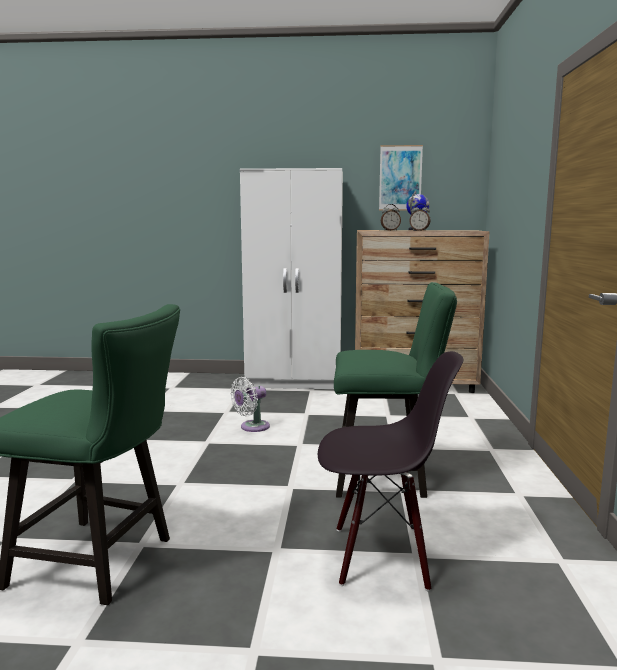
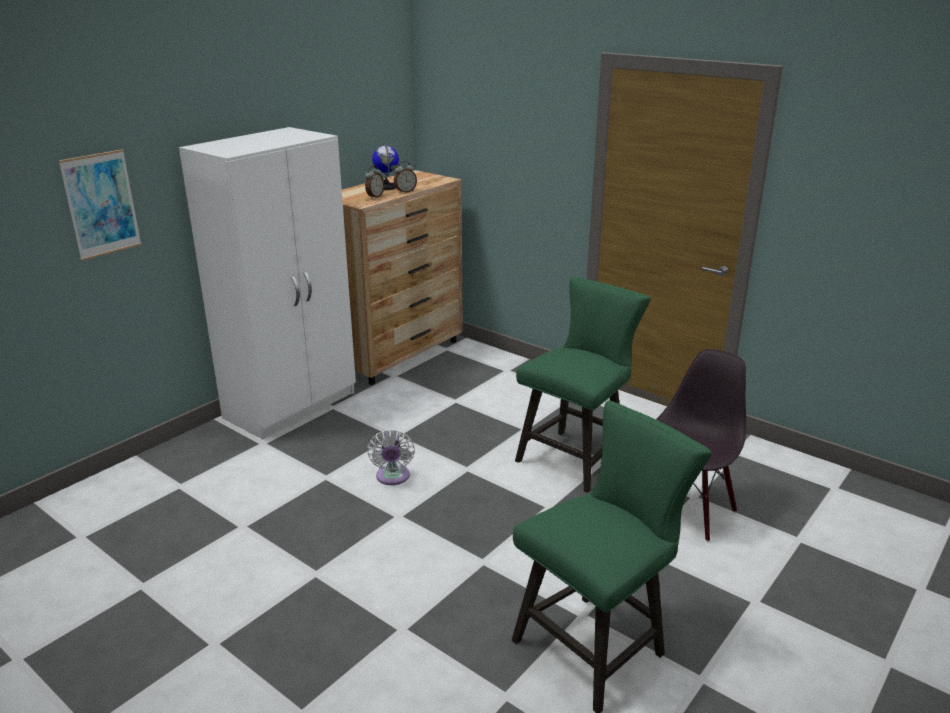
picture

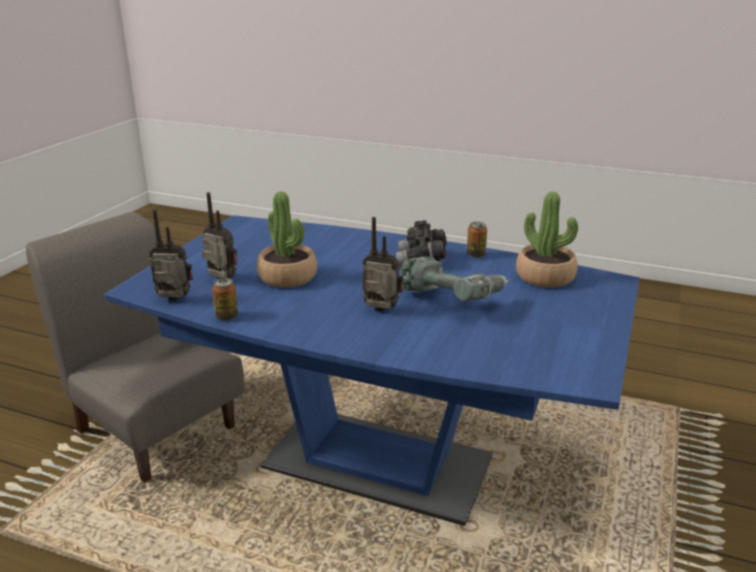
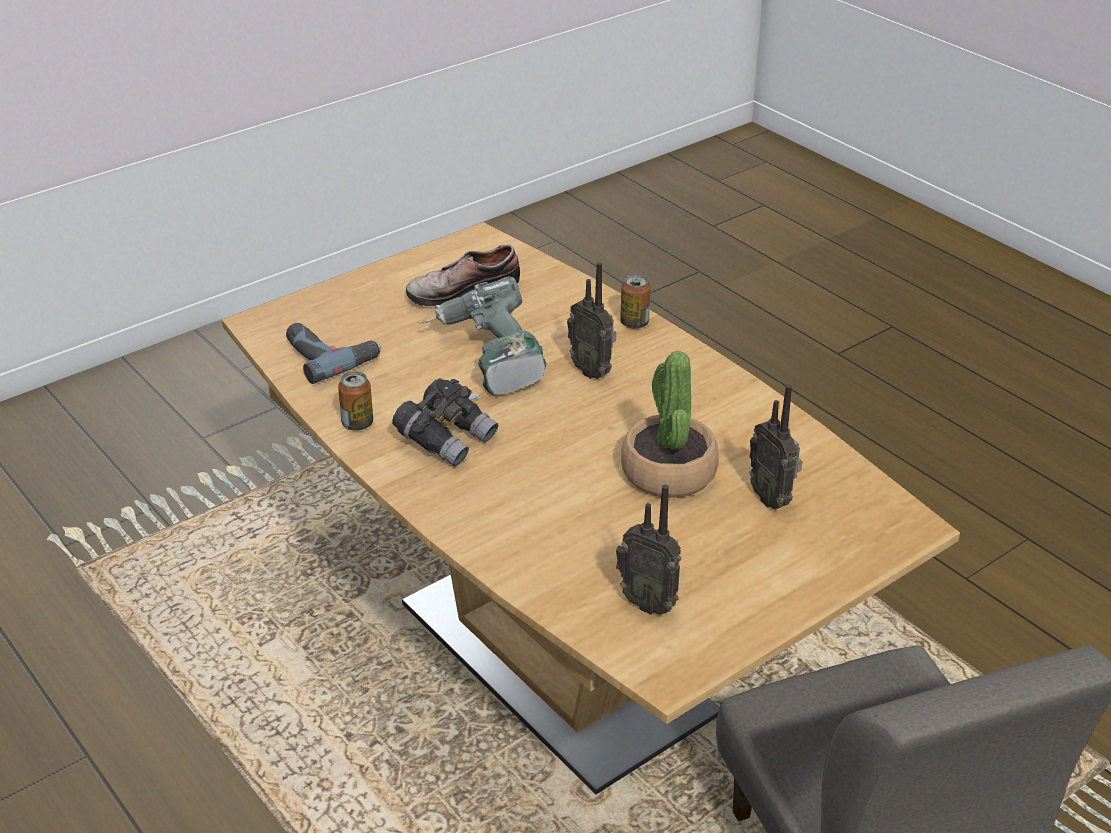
dining table/brown
power drill (1st from left)
shoe
radio (2nd from left)
can (2nd from left)

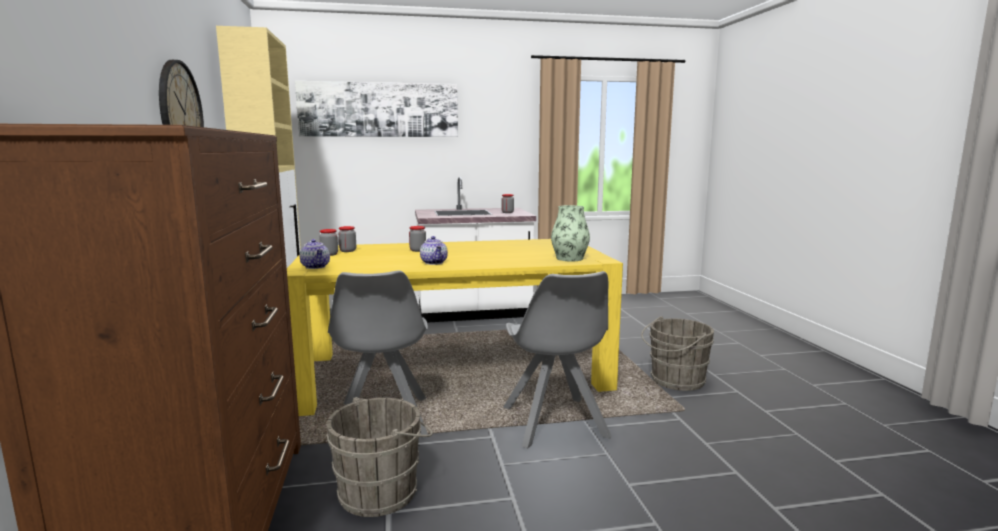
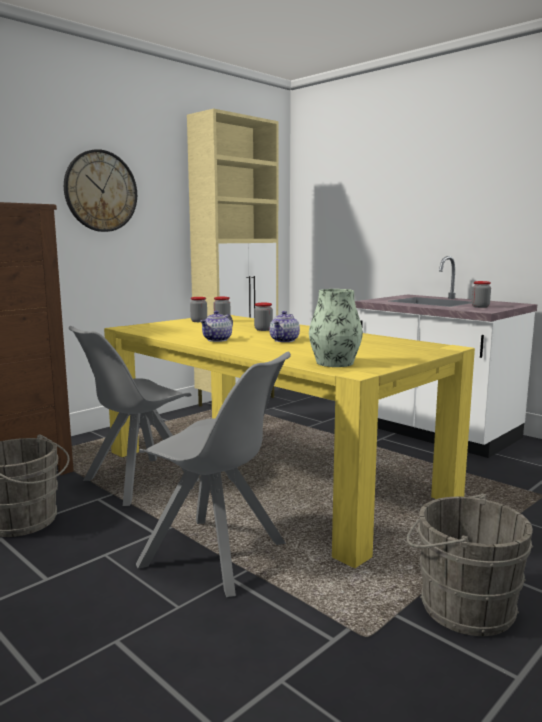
chair/grey (2nd from left)
teapot (2nd from left)
picture

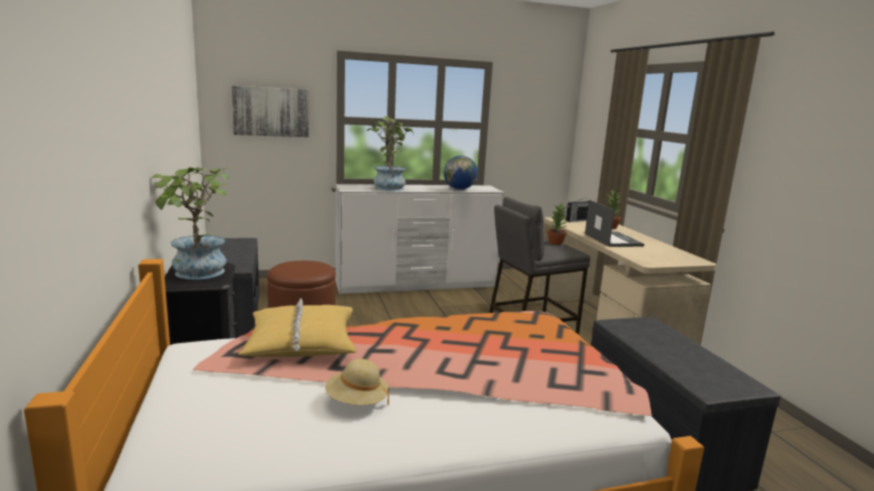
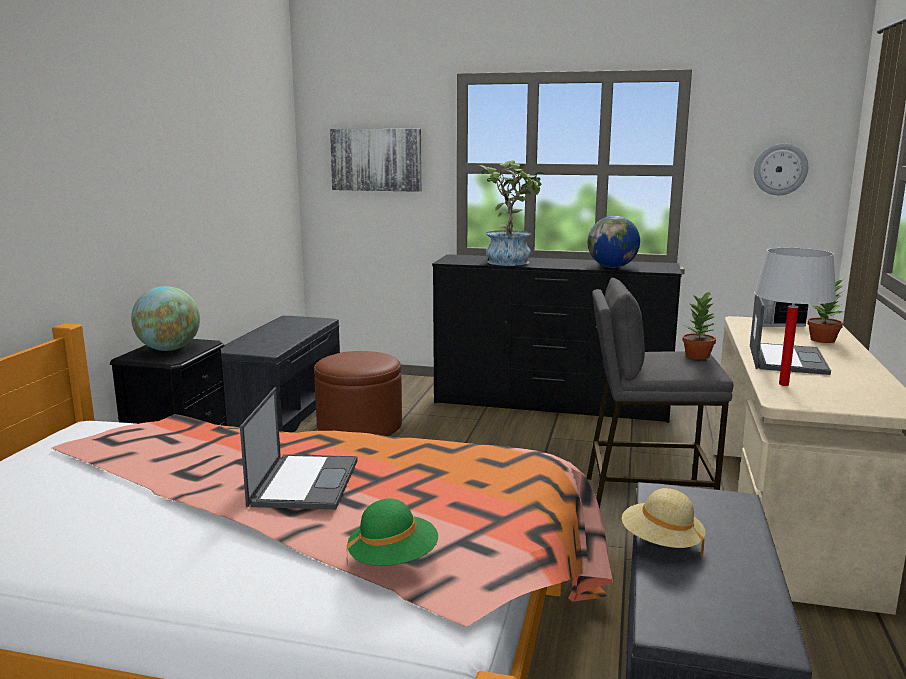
globe (1st from left)
laptop (1st from left)
hat/green
dresser/black
hat/beige
wall clock
table lamp/white
pillow/yellow

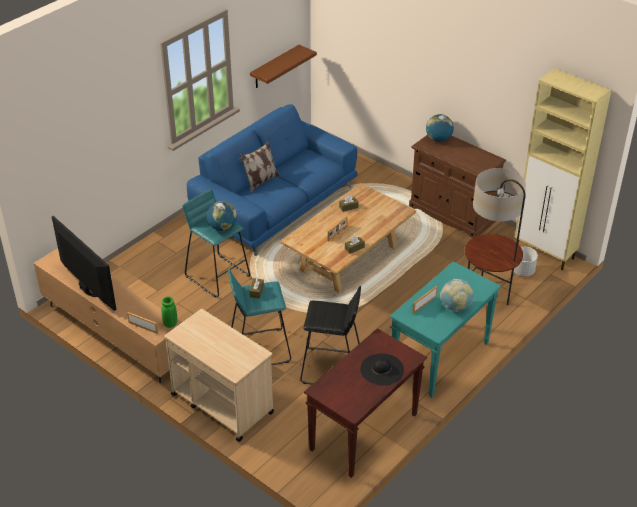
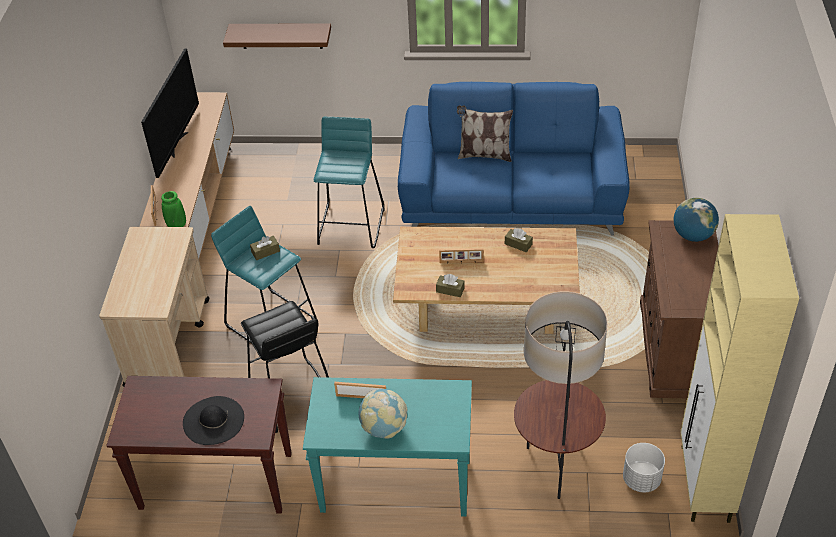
shelf/brown
globe (1st from left in the first image)

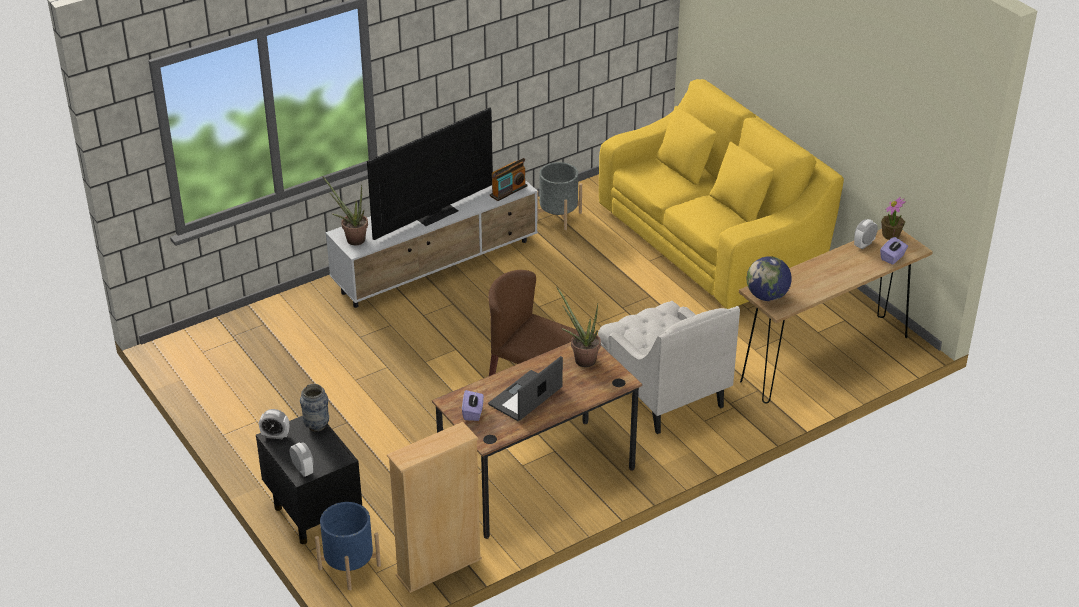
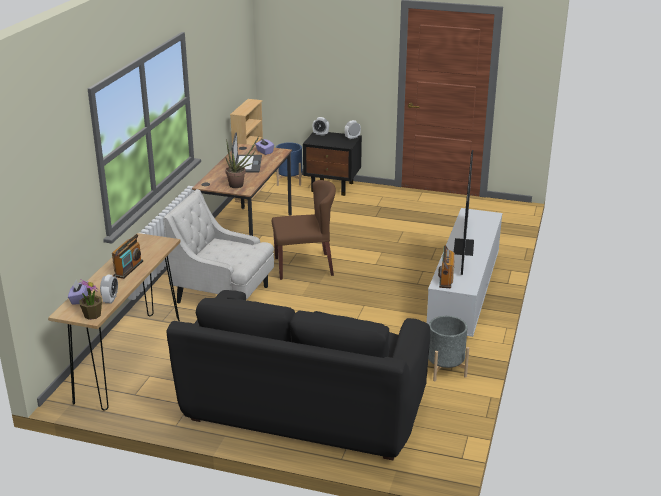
radio (1st from left)
sofa/black
vase
potted plant (1st from left in the first image)
globe

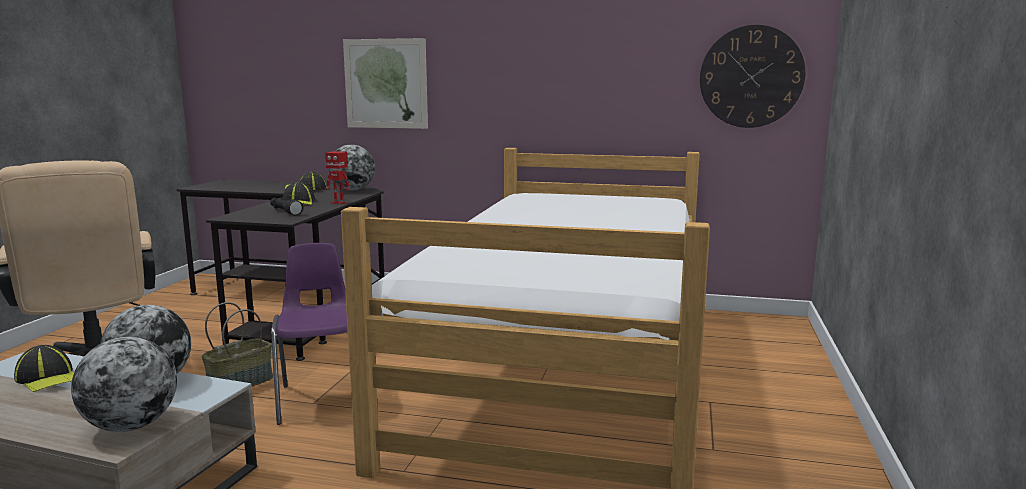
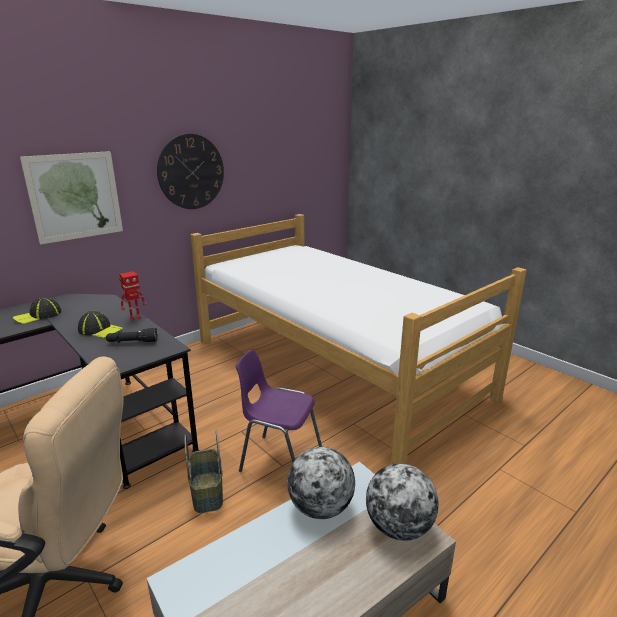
wall clock
cap (1st from left in the first image)
globe (3rd from left in the first image)

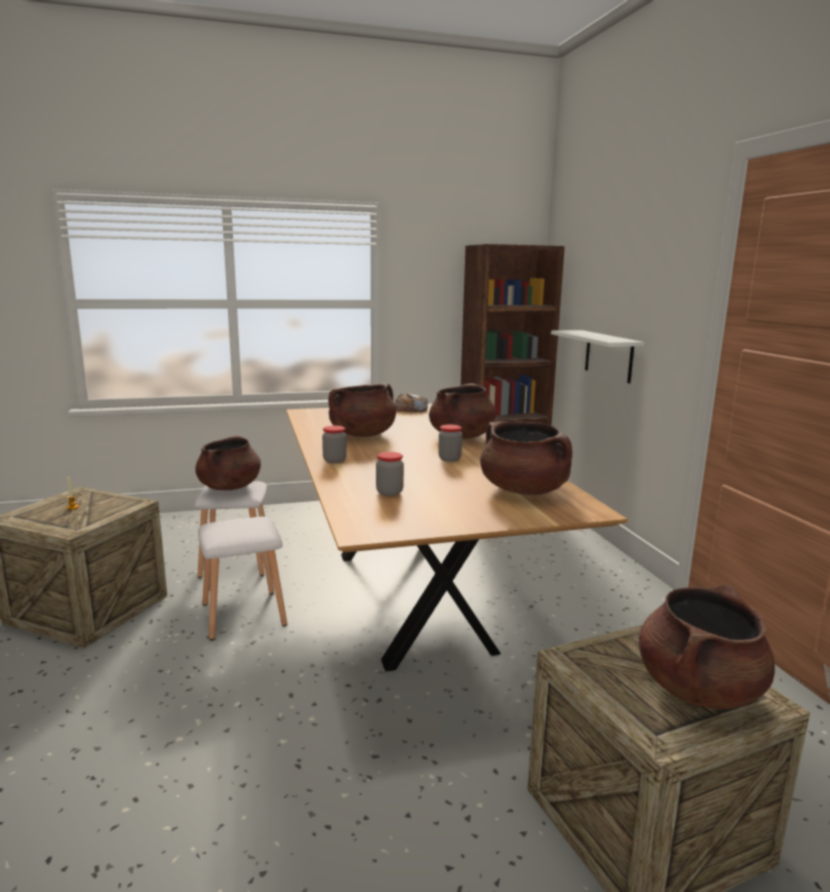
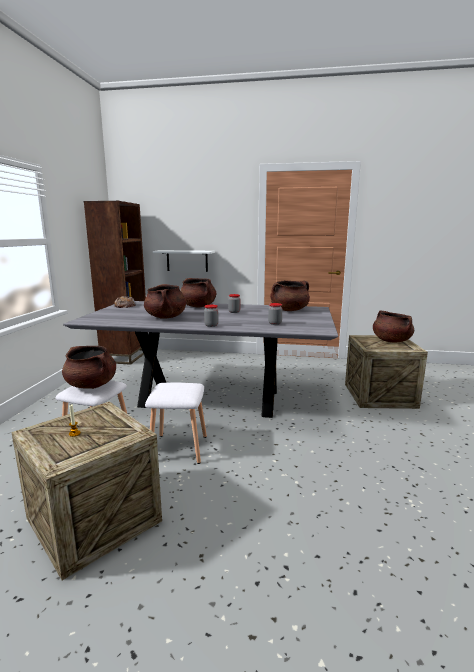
dining table/grey

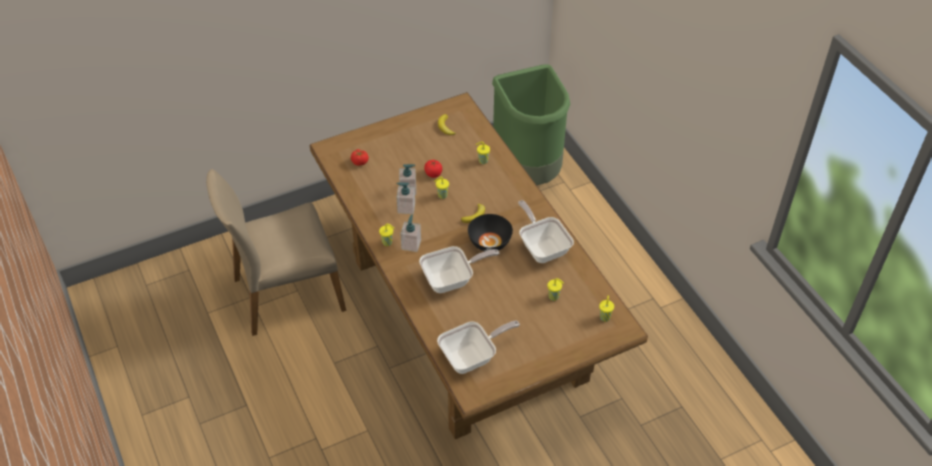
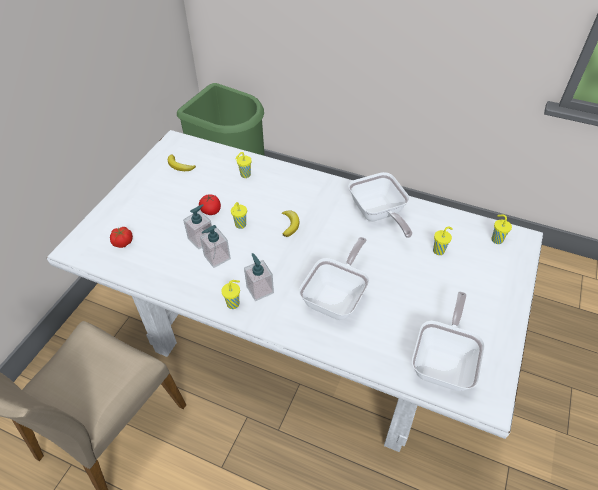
dining table/white
frying pan (2nd from left)
bowl/black

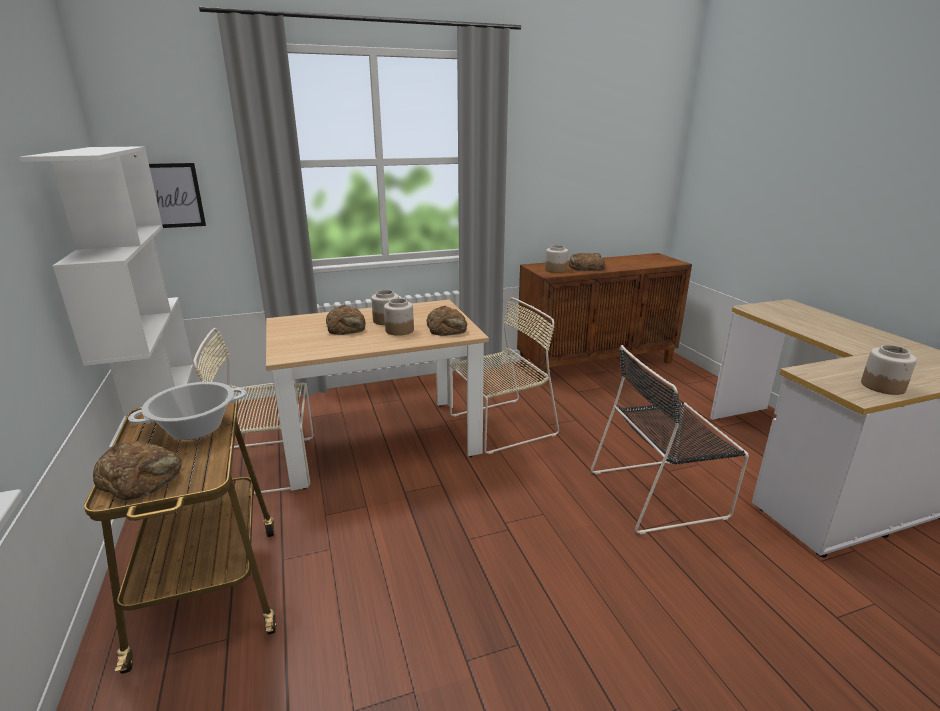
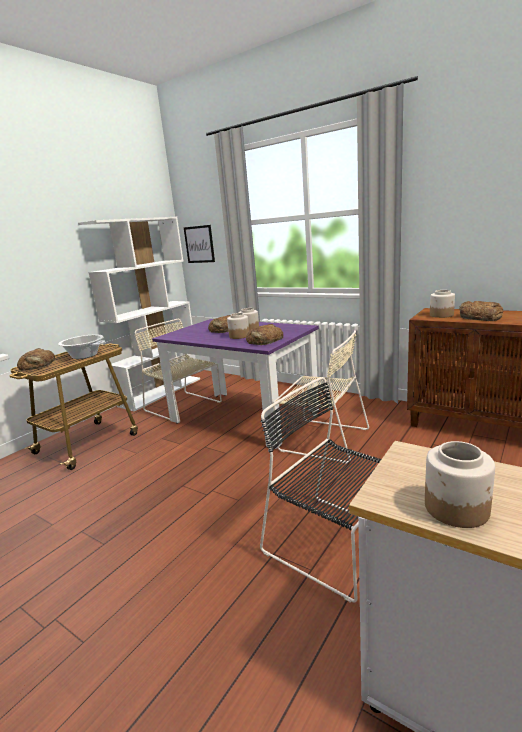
dining table/purple

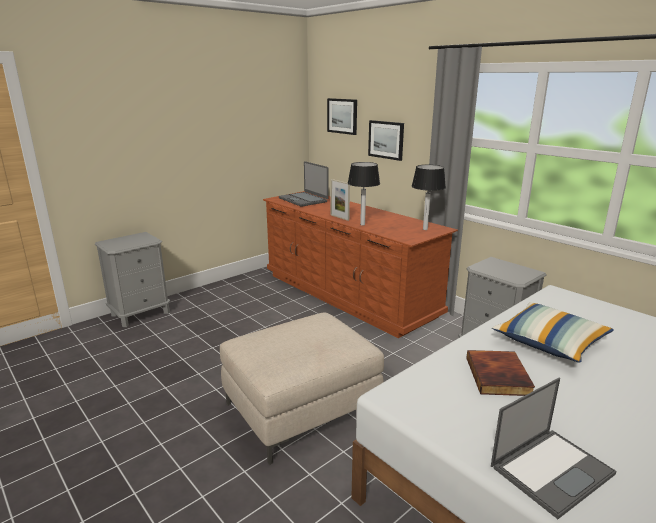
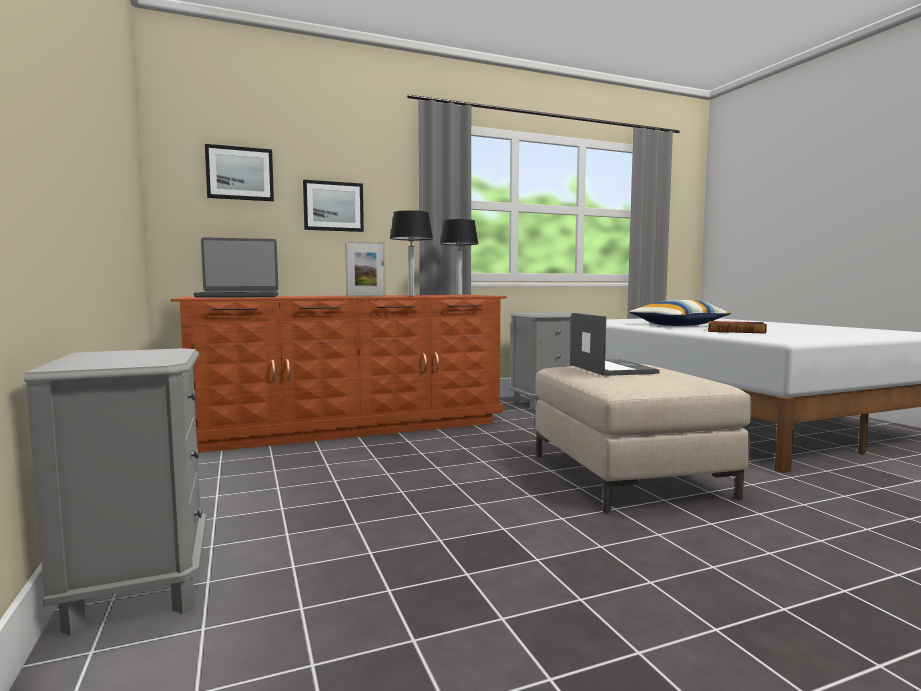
laptop (2nd from left)

